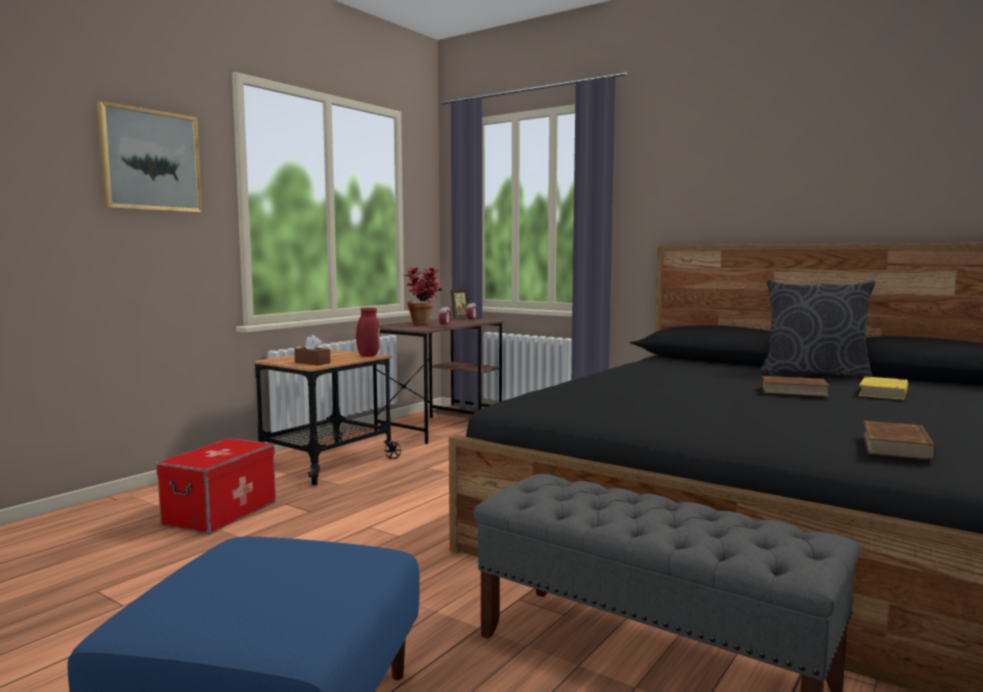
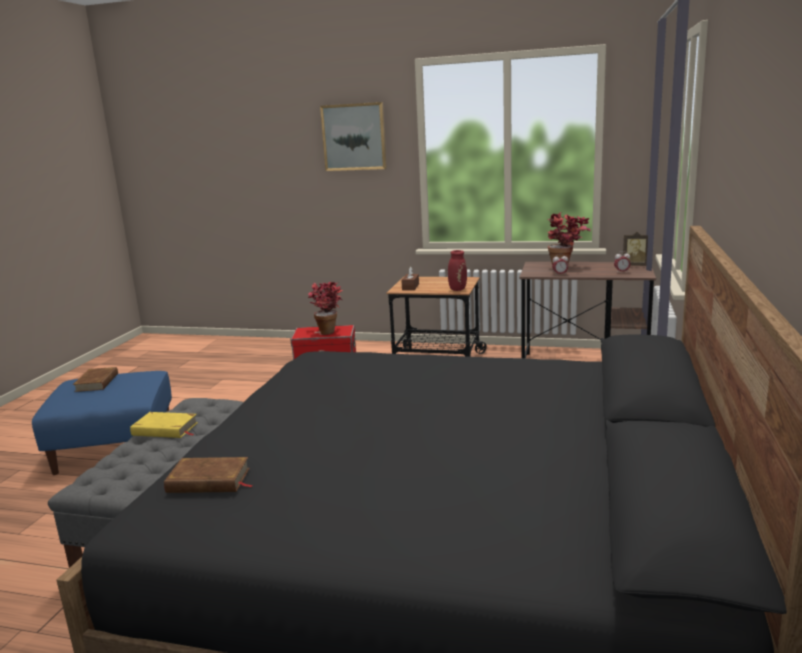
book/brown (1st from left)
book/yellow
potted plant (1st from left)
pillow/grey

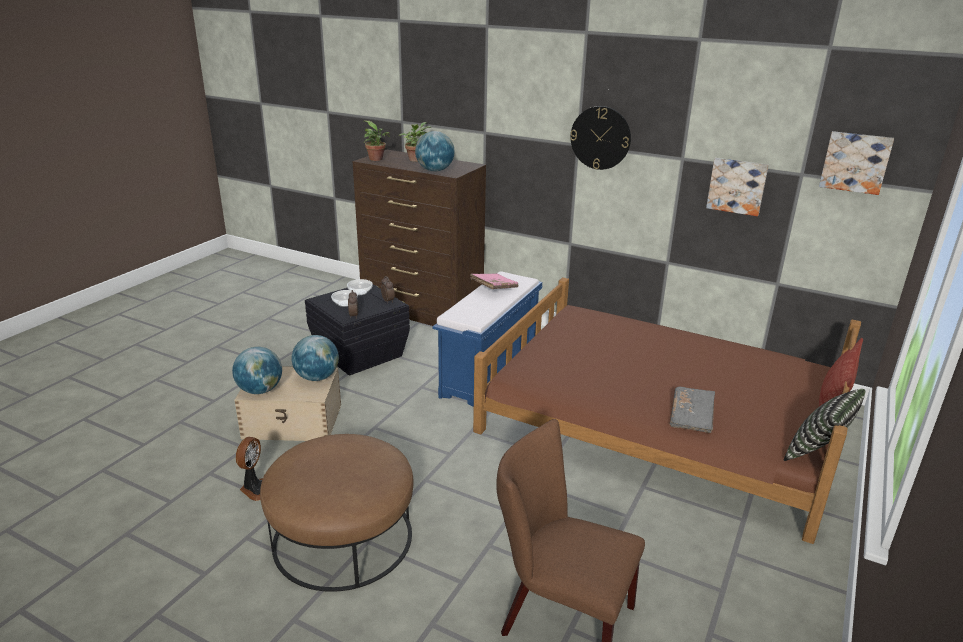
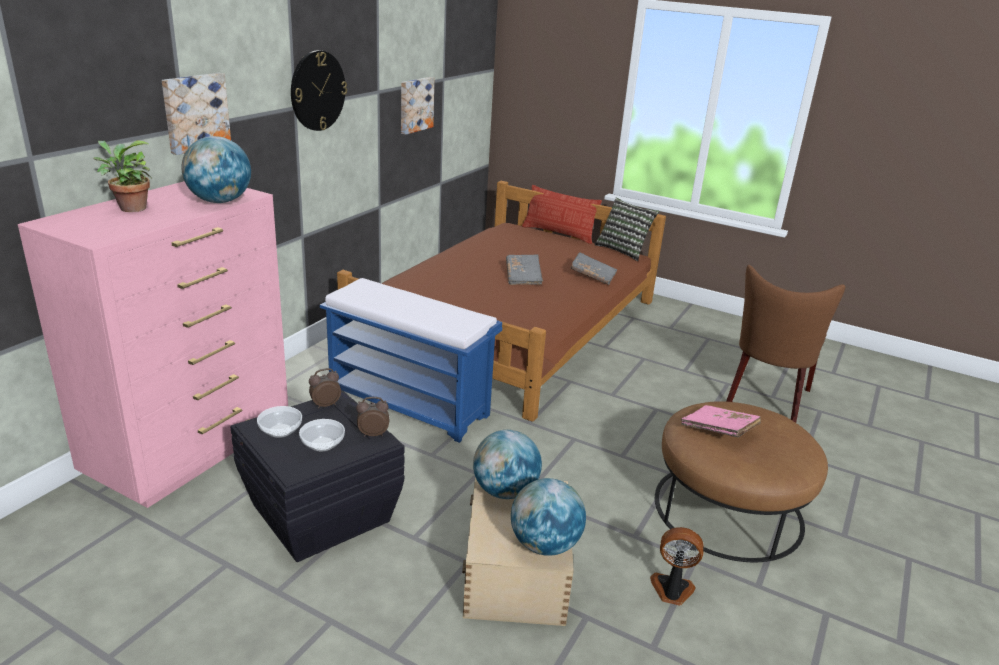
dresser/pink
picture (1st from left)
book/grey (1st from left)
book/pink
potted plant (1st from left in the first image)

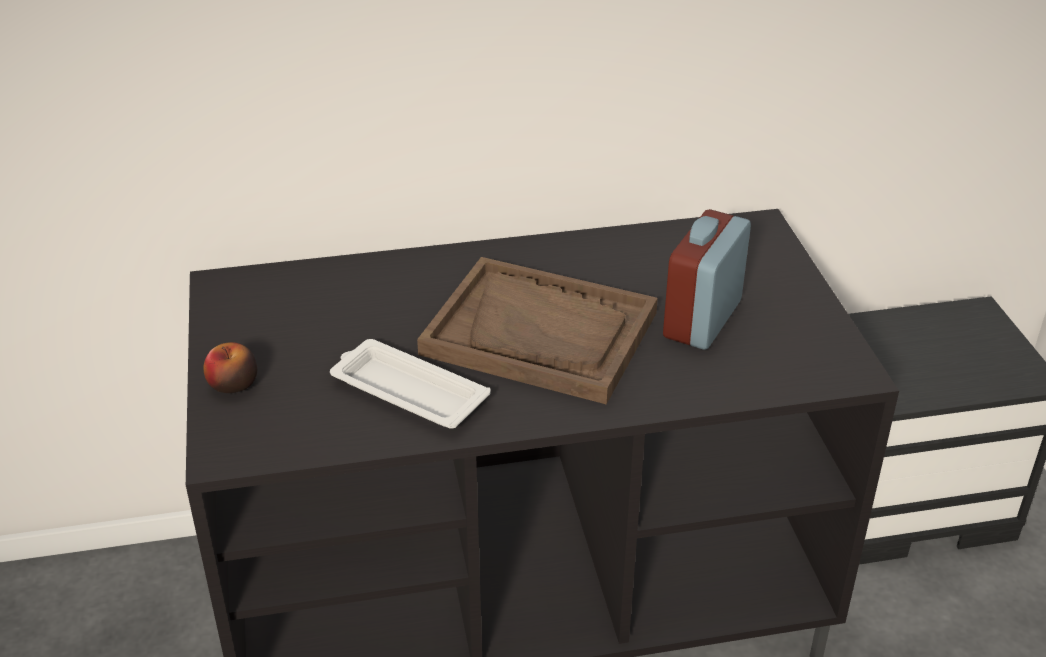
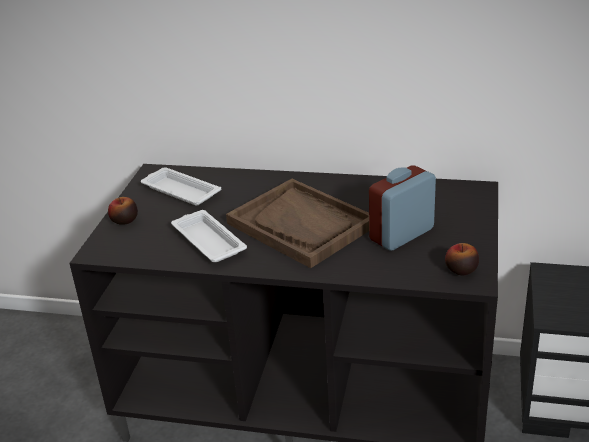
tray/white (1st from left)
apple (2nd from left)

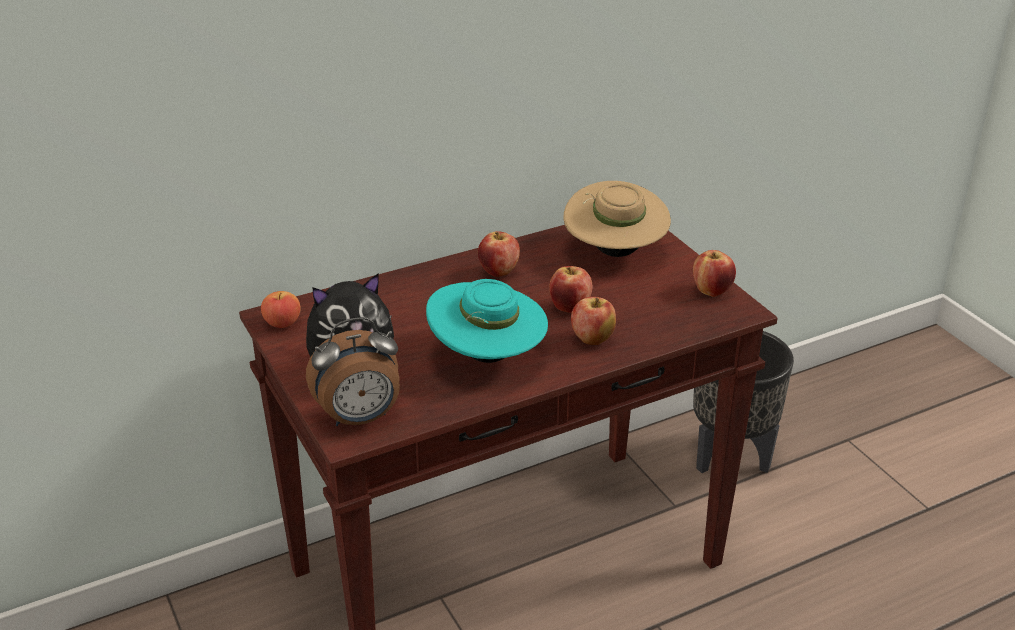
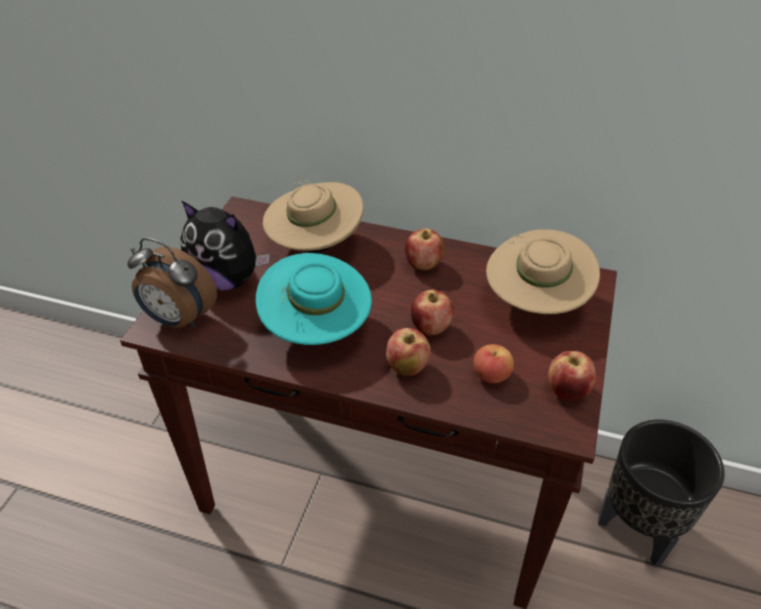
hat/beige (1st from left)
apple (4th from left)

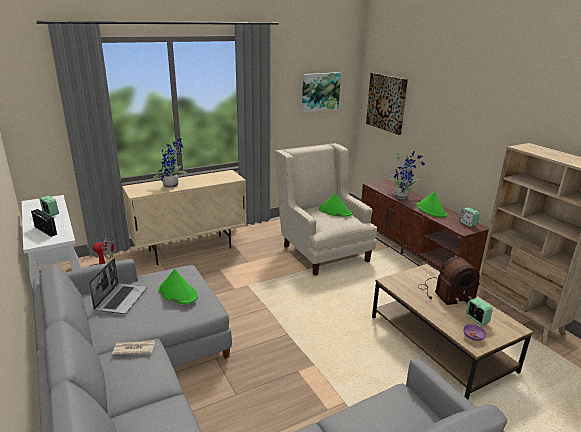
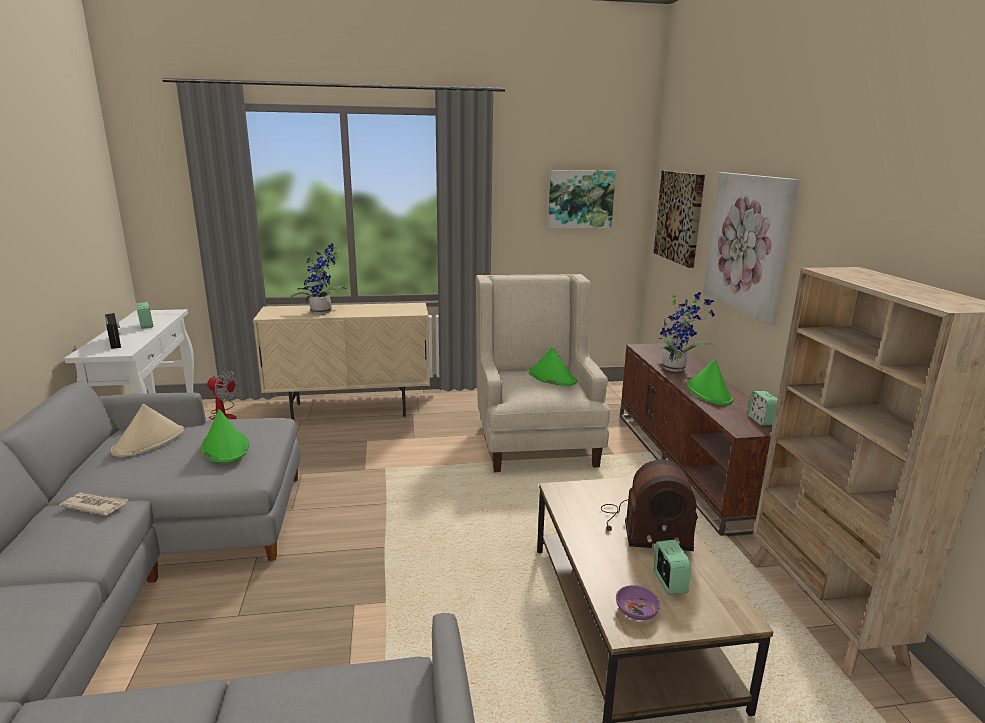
hat/beige
picture (3rd from left)

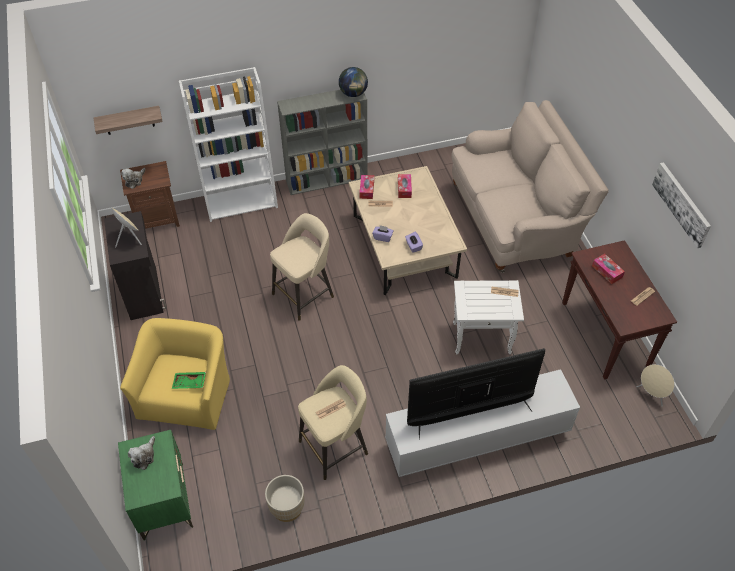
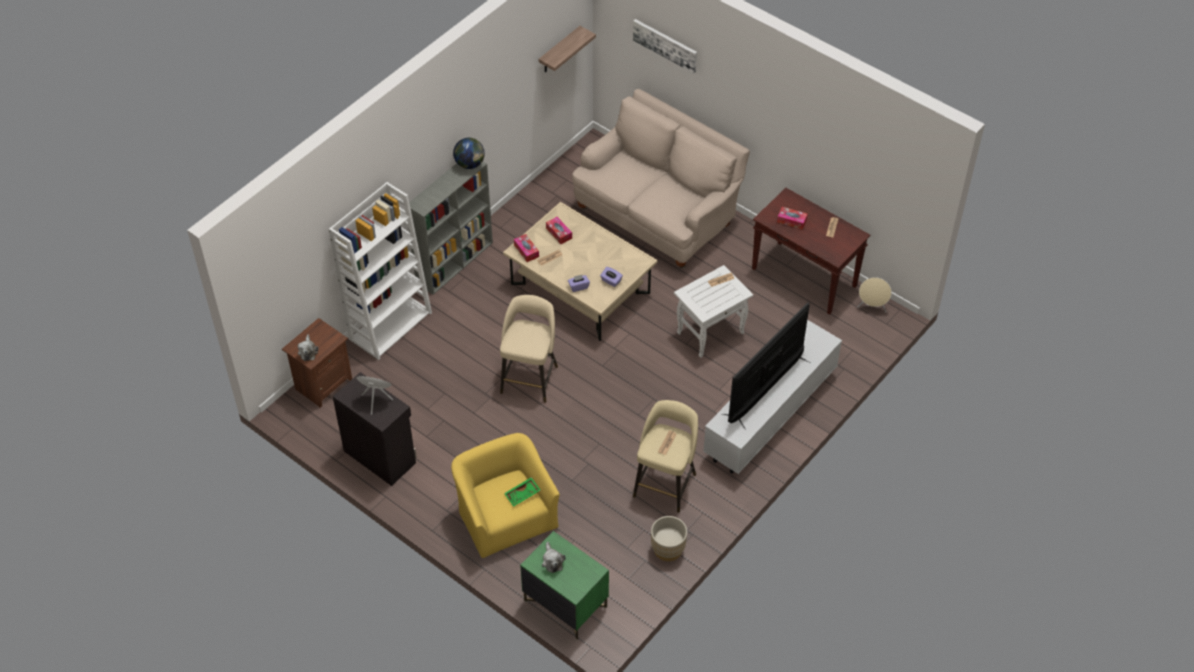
shelf
picture

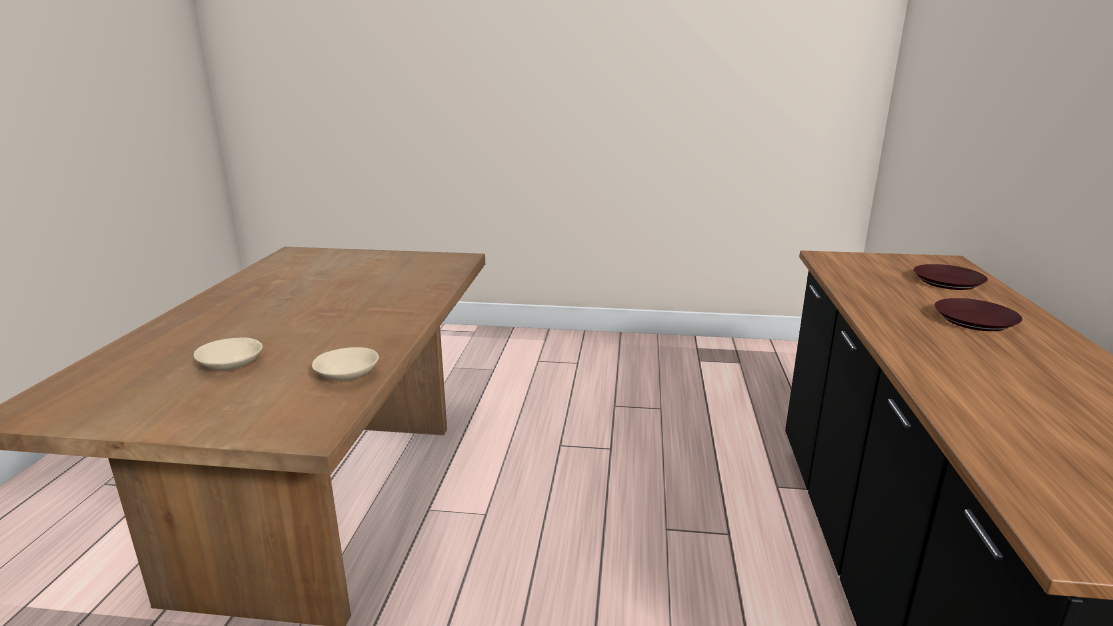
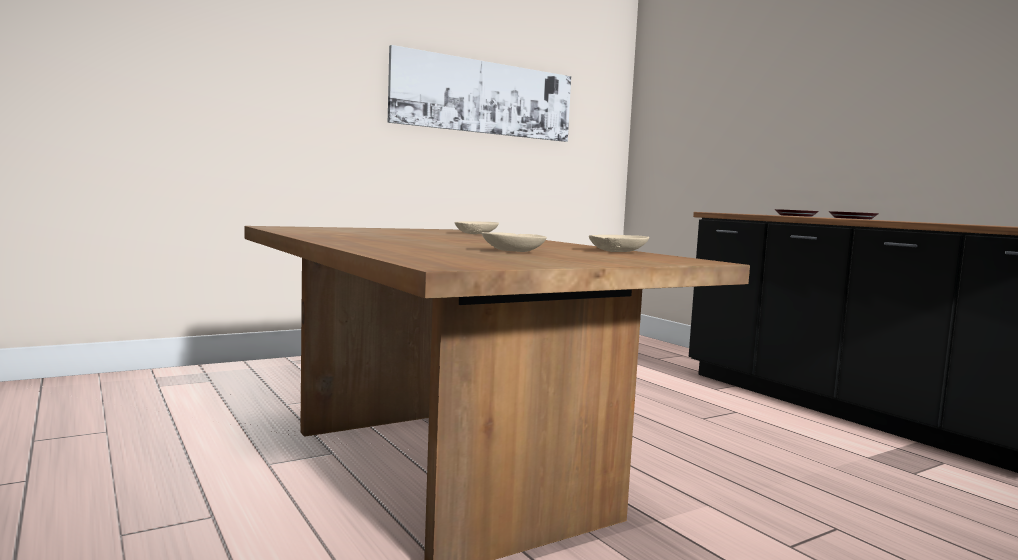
picture
bowl/beige (1st from left)

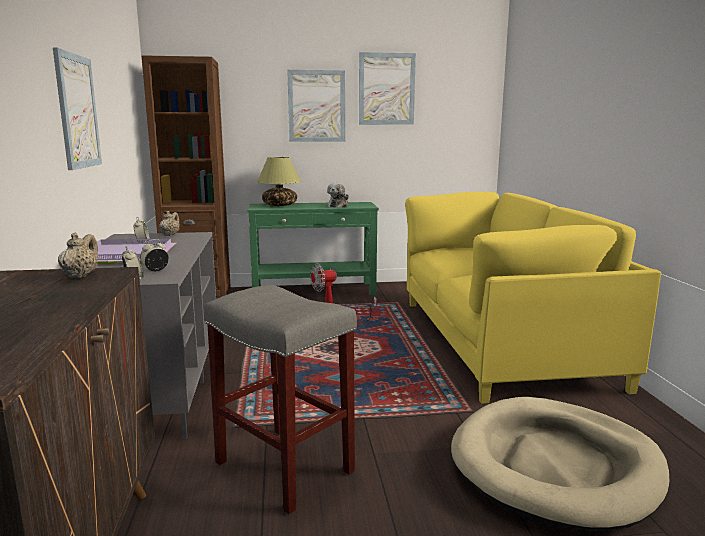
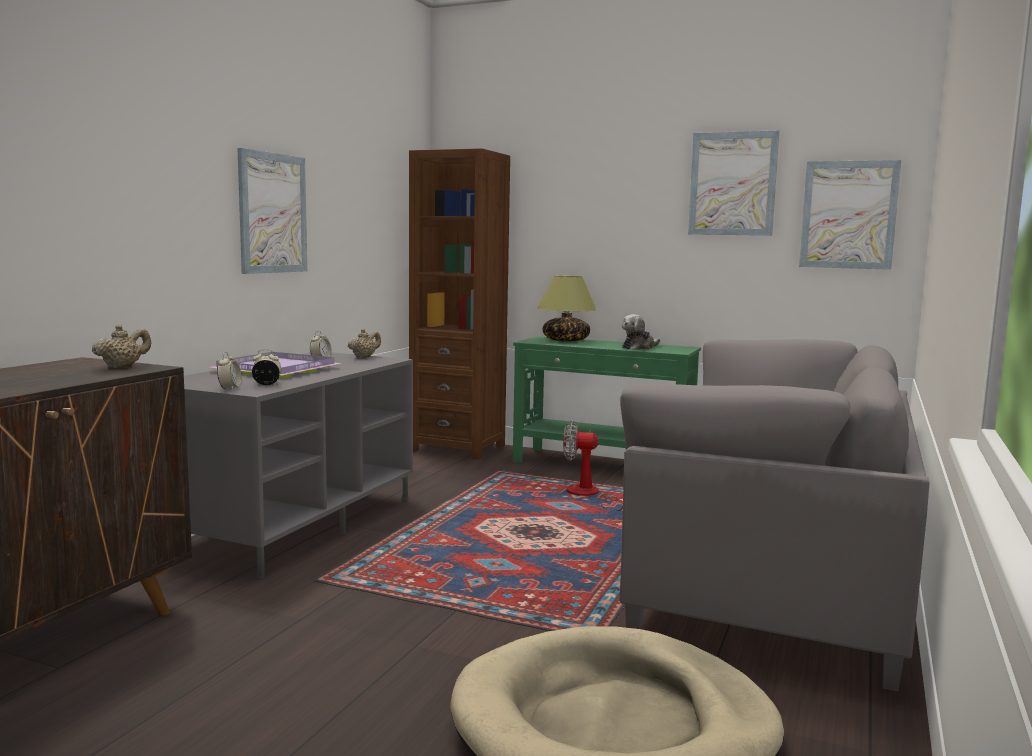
sofa/grey
picture (3rd from left)
stool/grey

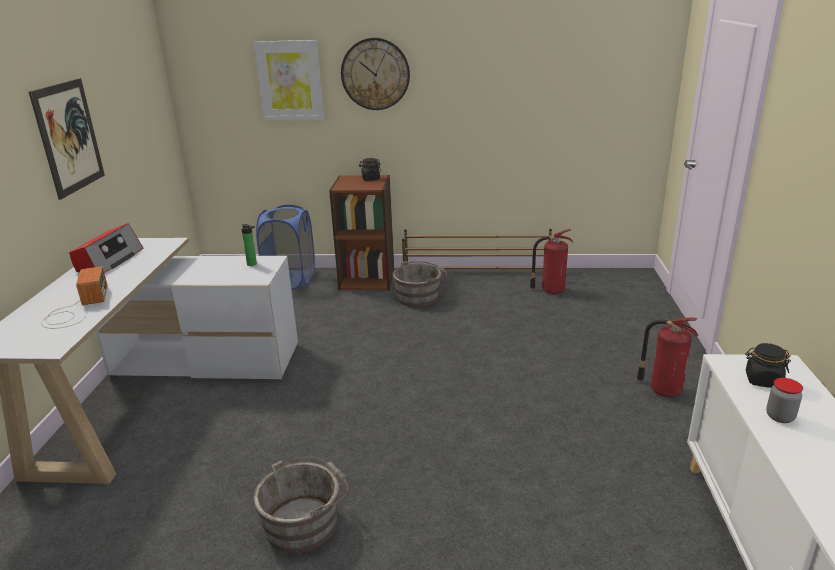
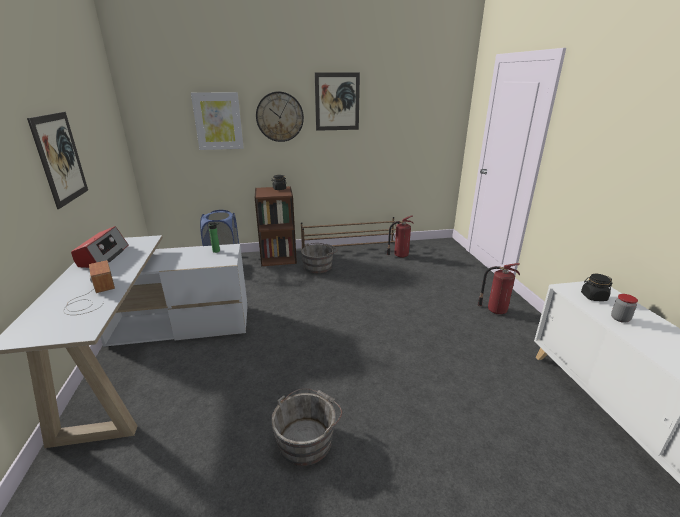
picture (3rd from left)

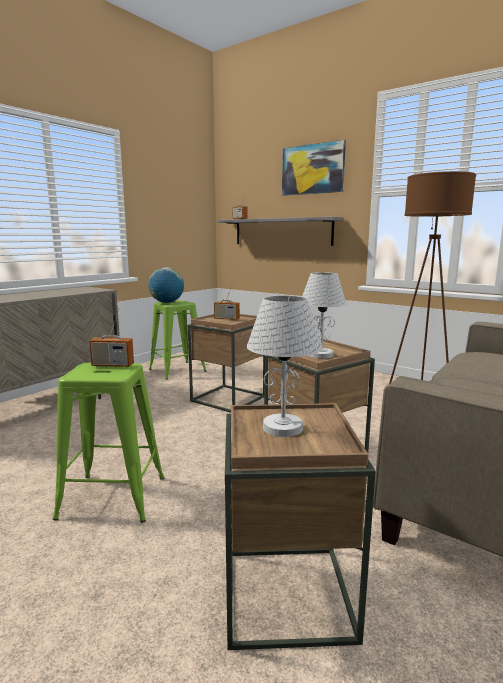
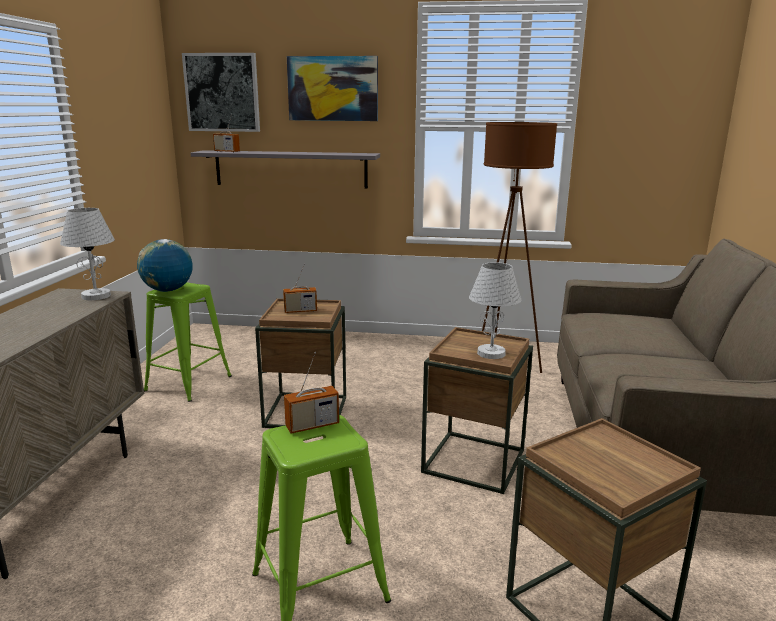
table lamp/white (1st from left)
picture (1st from left)

